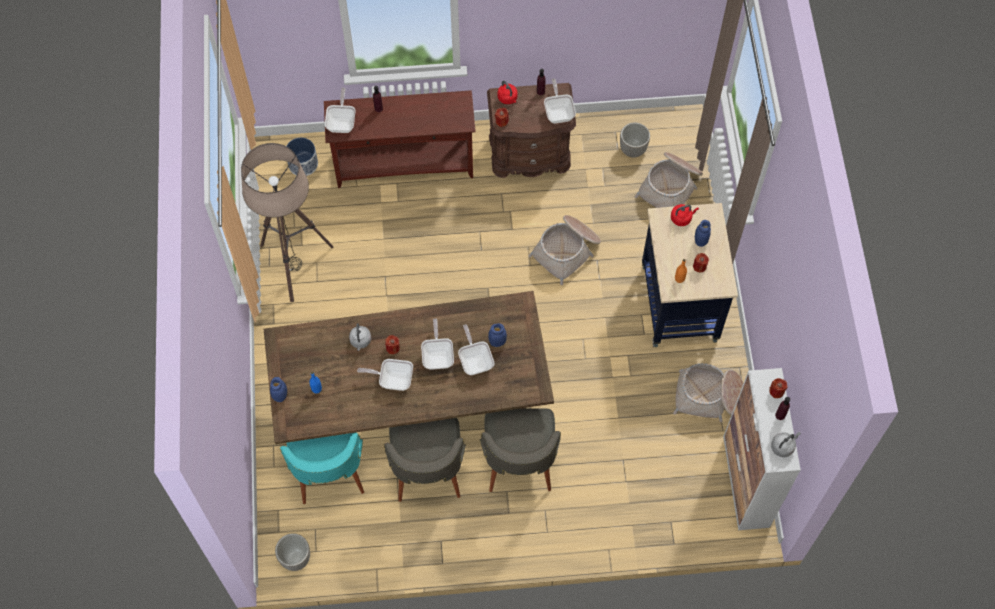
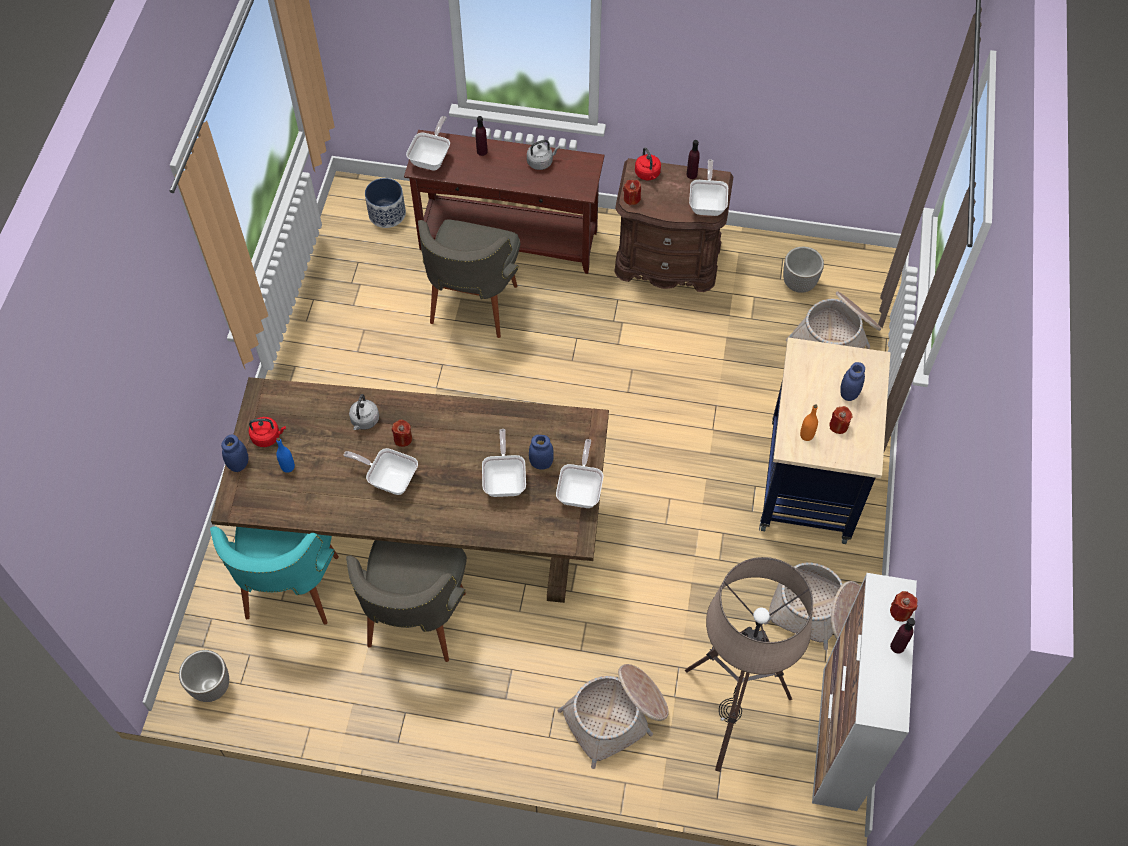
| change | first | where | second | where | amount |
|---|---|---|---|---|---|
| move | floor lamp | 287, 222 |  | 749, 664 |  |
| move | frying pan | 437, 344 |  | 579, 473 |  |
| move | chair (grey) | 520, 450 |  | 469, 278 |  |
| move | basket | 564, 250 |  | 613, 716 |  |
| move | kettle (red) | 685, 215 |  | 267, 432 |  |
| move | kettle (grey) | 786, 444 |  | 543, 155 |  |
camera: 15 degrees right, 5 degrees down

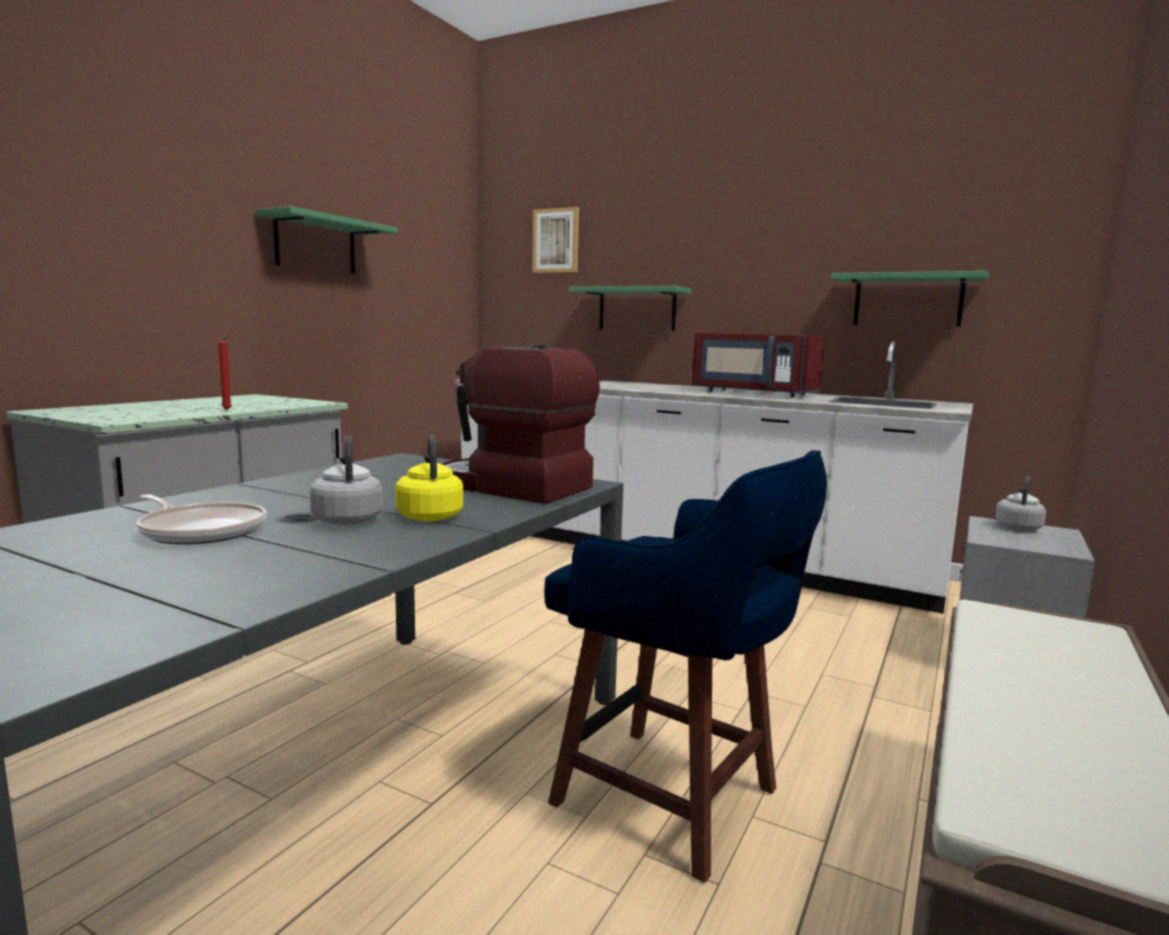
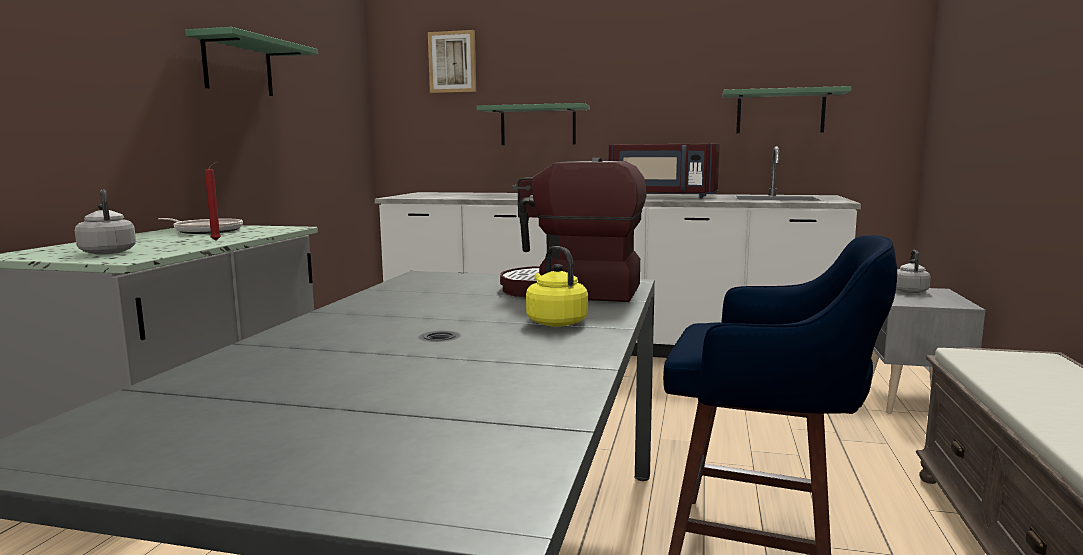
| change | first | where | second | where | amount |
|---|---|---|---|---|---|
| move | frying pan | 201, 519 |  | 200, 226 |  |
| move | kettle (grey) | 346, 480 |  | 105, 222 |  |
camera: 15 degrees left, 0 degrees up

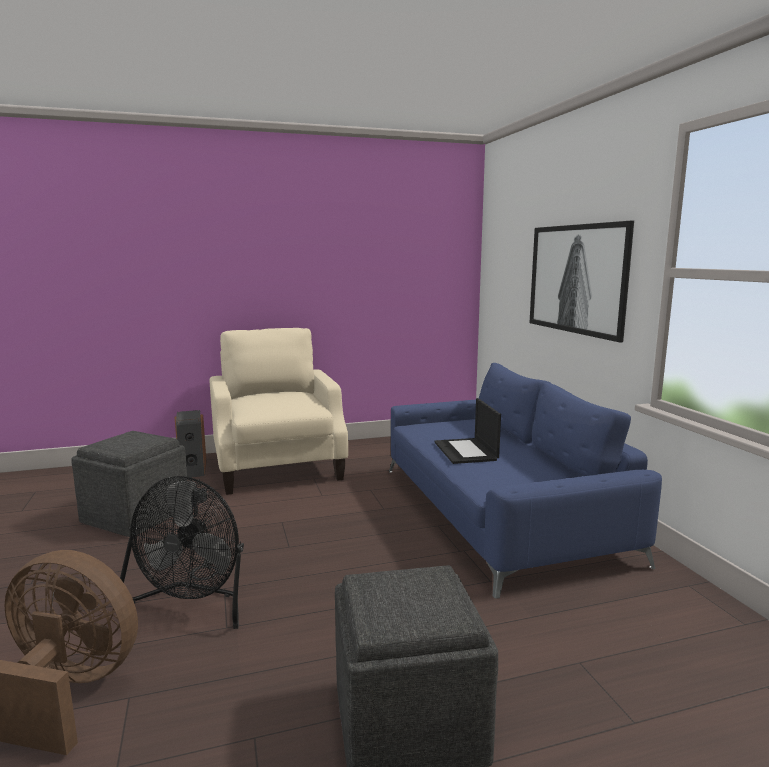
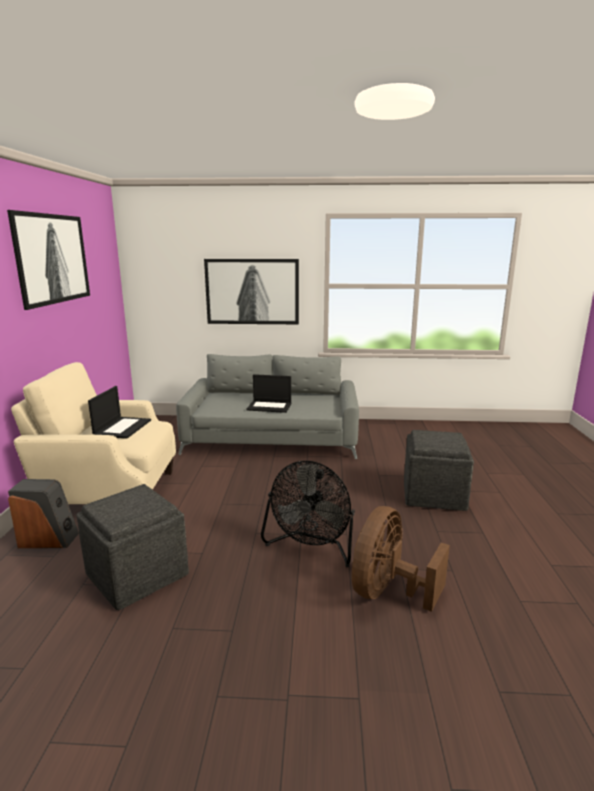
| change | first | where | second | where | amount |
|---|---|---|---|---|---|
| insert |  |  | picture | 48, 260 |  |
| insert |  |  | laptop | 119, 412 |  |
| recolor | sofa (blue) | 525, 481 | sofa (grey) | 267, 406 |  |
| rotate | fan (black) | 182, 552 |  | 308, 514 | 75 degrees clockwise |
camera: 70 degrees left, 5 degrees up

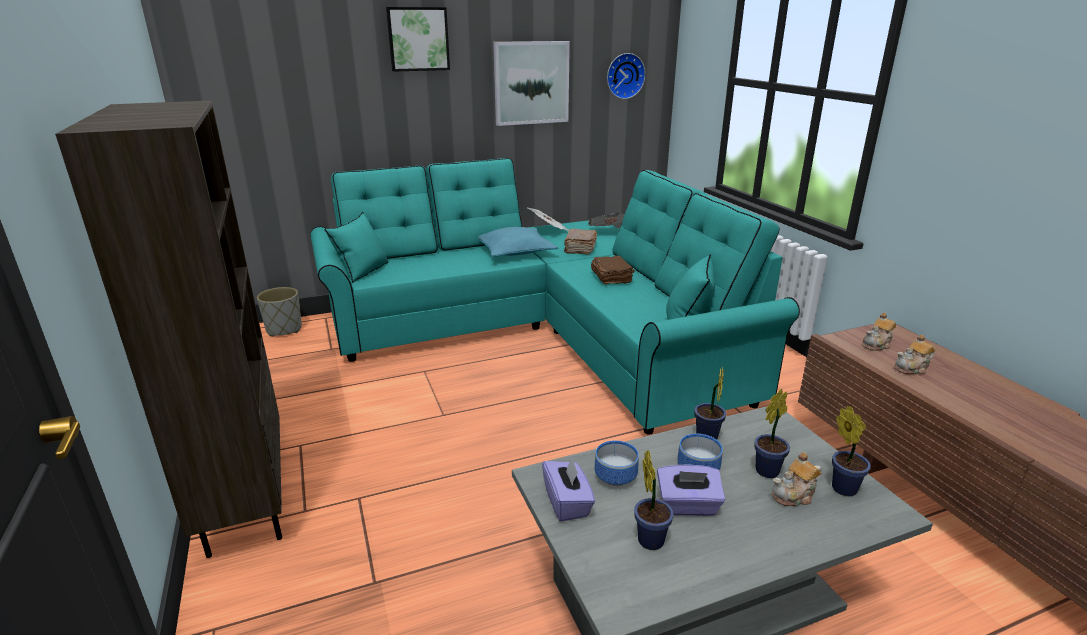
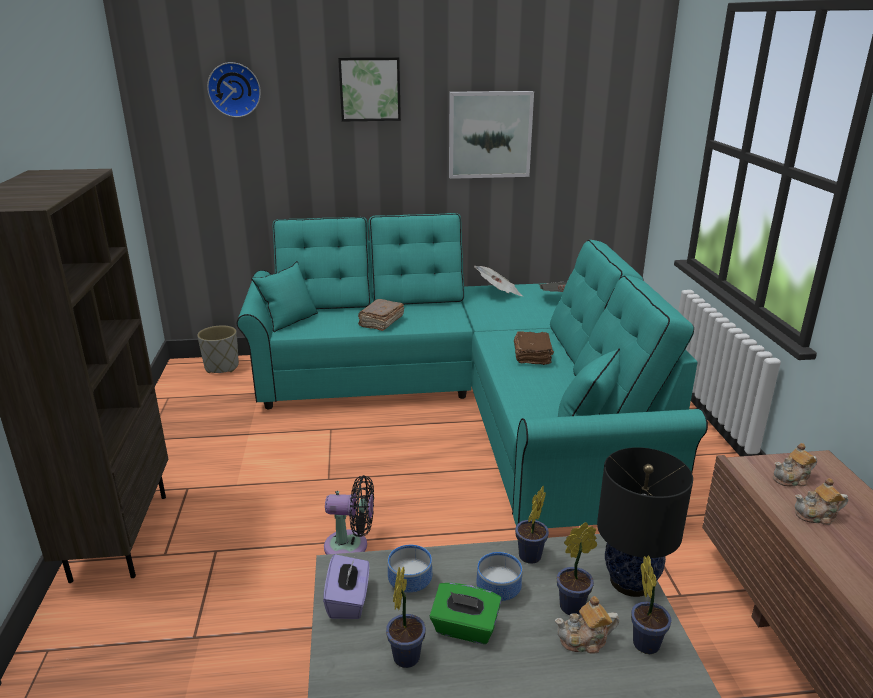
| change | first | where | second | where | amount |
|---|---|---|---|---|---|
| delete | pillow (turquoise) | 518, 242 |  |  |  |
| insert |  |  | fan (black) | 349, 515 |  |
| insert |  |  | table lamp (black) | 645, 522 |  |
| move | book (brown) | 580, 242 |  | 381, 315 |  |
| move | wall clock | 626, 76 |  | 234, 89 |  |
| recolor | tissue box (purple) | 691, 490 | tissue box (green) | 466, 613 |  |
camera: 15 degrees right, 0 degrees up

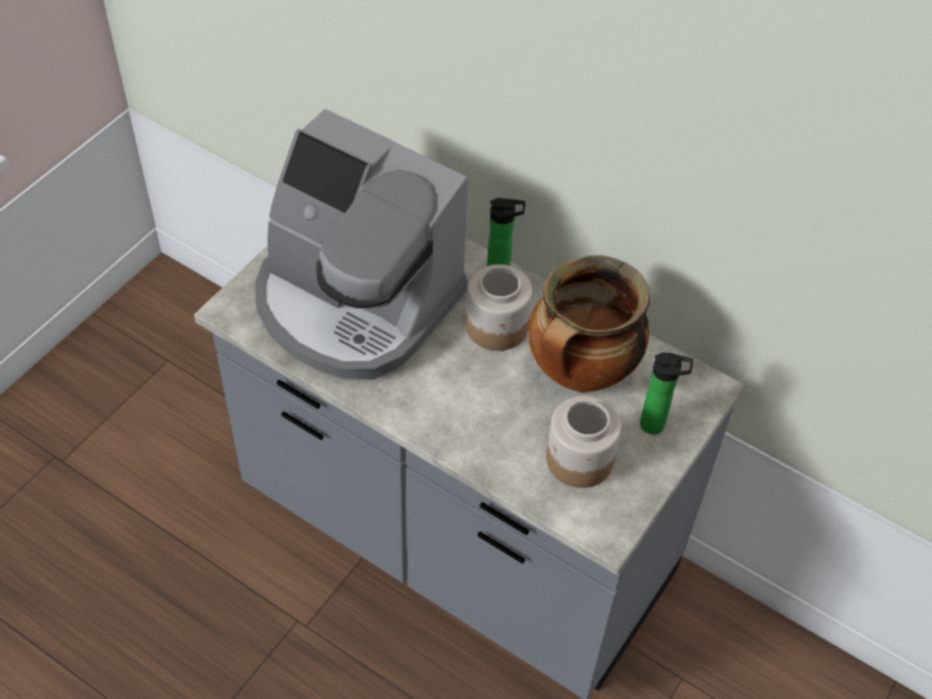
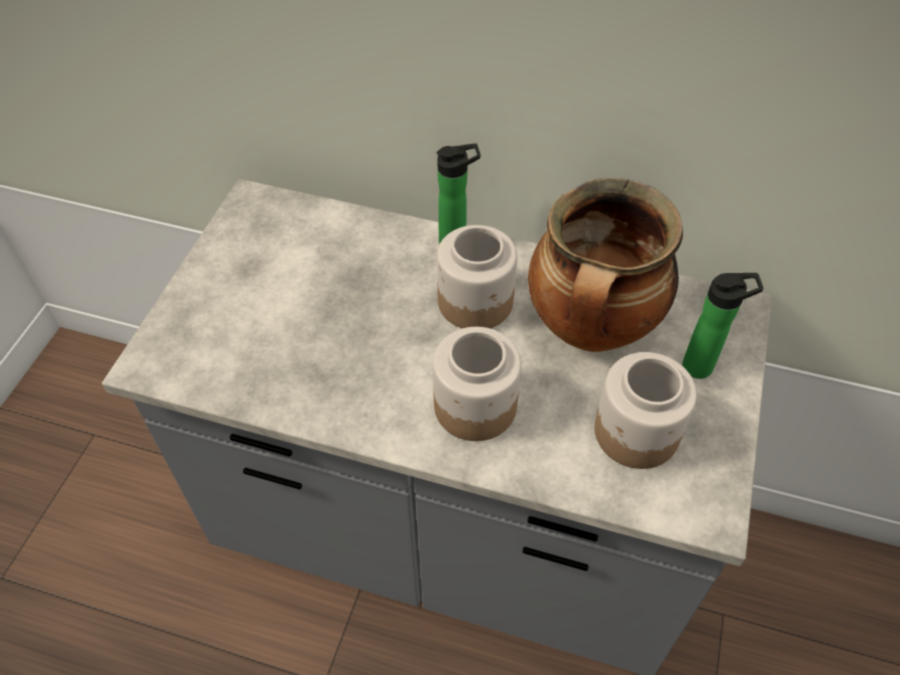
| change | first | where | second | where | amount |
|---|---|---|---|---|---|
| delete | coffee machine | 361, 244 |  |  |  |
| insert |  |  | jar | 477, 384 |  |
camera: 15 degrees left, 0 degrees up

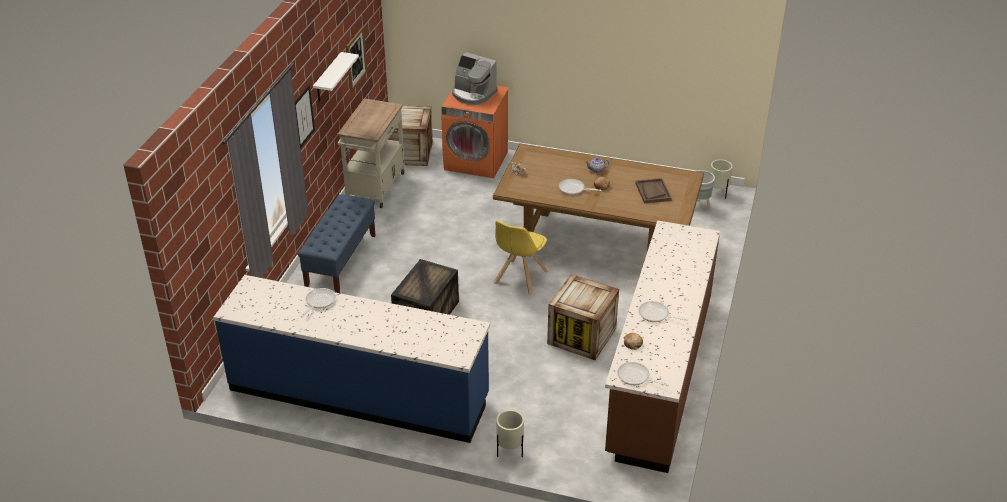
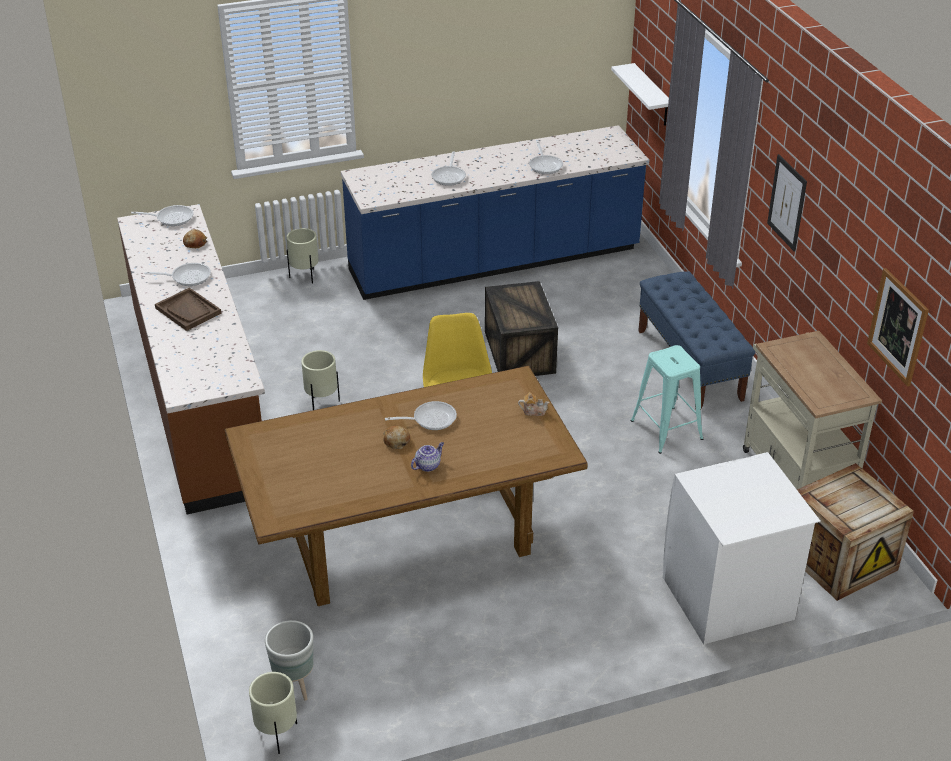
| change | first | where | second | where | amount |
|---|---|---|---|---|---|
| delete | coffee machine | 475, 78 |  |  |  |
| insert |  |  | frying pan | 448, 168 |  |
| insert |  |  | stool (turquoise) | 666, 399 |  |
| move | shelf (white) | 336, 77 |  | 640, 94 |  |
| move | tray (brown) | 653, 190 |  | 188, 309 |  |
| replace | crate | 583, 317 | planter (beige) | 320, 380 |  |
| recolor | washing machine (orange) | 475, 132 | washing machine (white) | 742, 548 |  |
camera: 145 degrees right, 0 degrees up

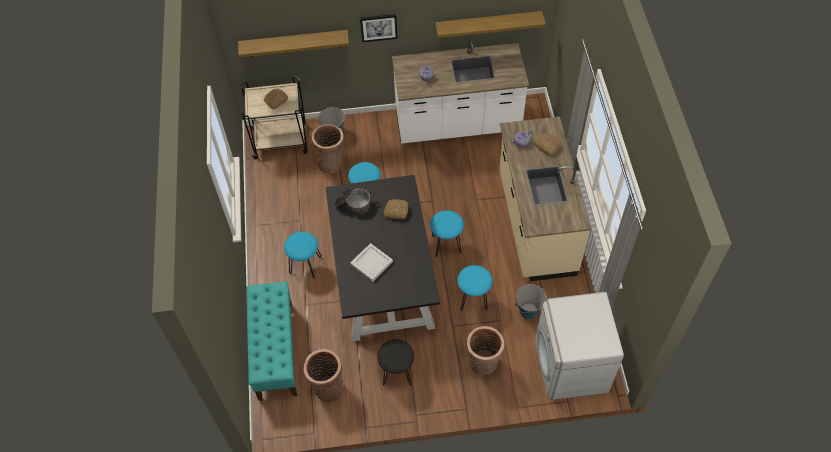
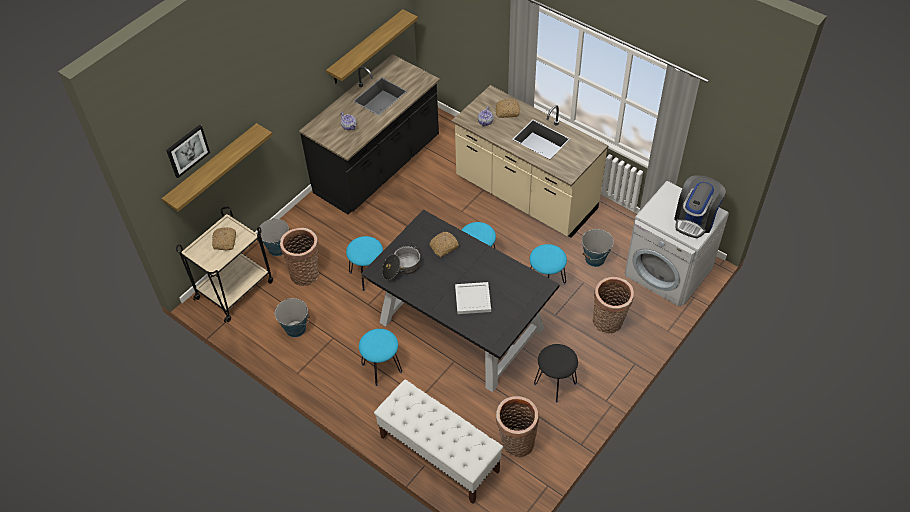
| change | first | where | second | where | amount |
|---|---|---|---|---|---|
| insert |  |  | bucket | 292, 318 |  |
| insert |  |  | coffee machine | 700, 206 |  |
| move | picture | 379, 28 |  | 188, 151 |  |
| recolor | bench (turquoise) | 271, 341 | bench (white) | 438, 441 |  |
| recolor | counter (white) | 460, 90 | counter (black) | 369, 134 |  |
camera: 45 degrees left, 5 degrees down

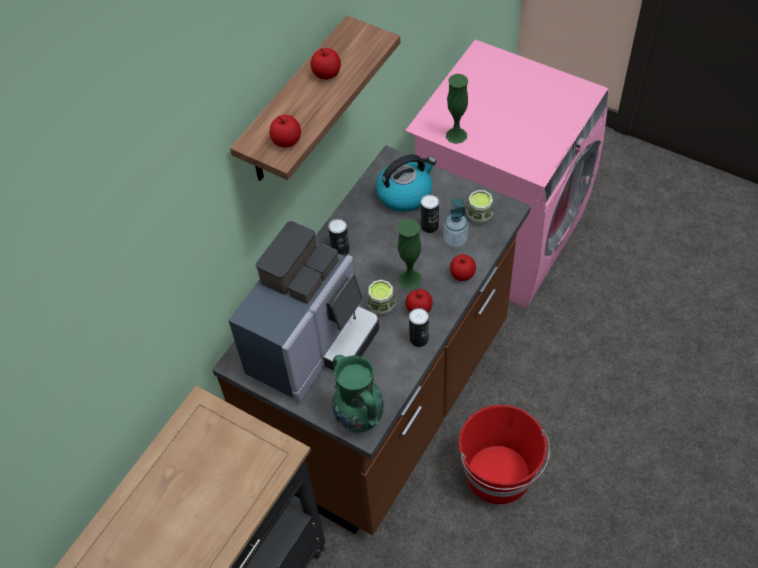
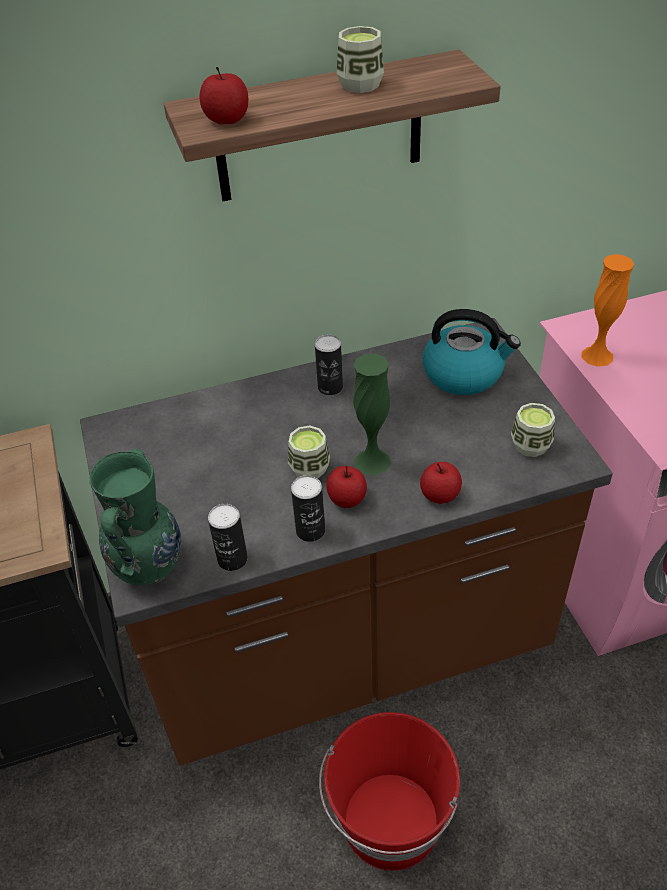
| change | first | where | second | where | amount |
|---|---|---|---|---|---|
| delete | coffee machine | 303, 312 |  |  |  |
| delete | soap dispenser | 456, 222 |  |  |  |
| move | can | 430, 213 |  | 228, 537 |  |
| replace | apple | 326, 64 | cup | 360, 59 |  |
| recolor | vase (green) | 457, 109 | vase (orange) | 608, 310 |  |
camera: 40 degrees right, 10 degrees down

